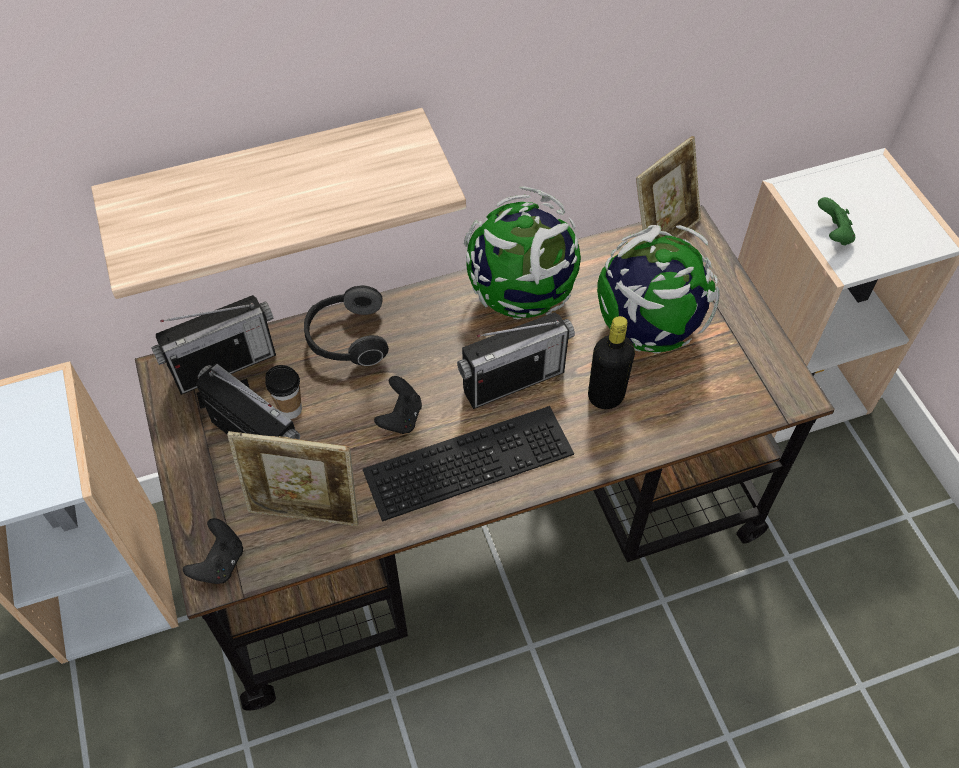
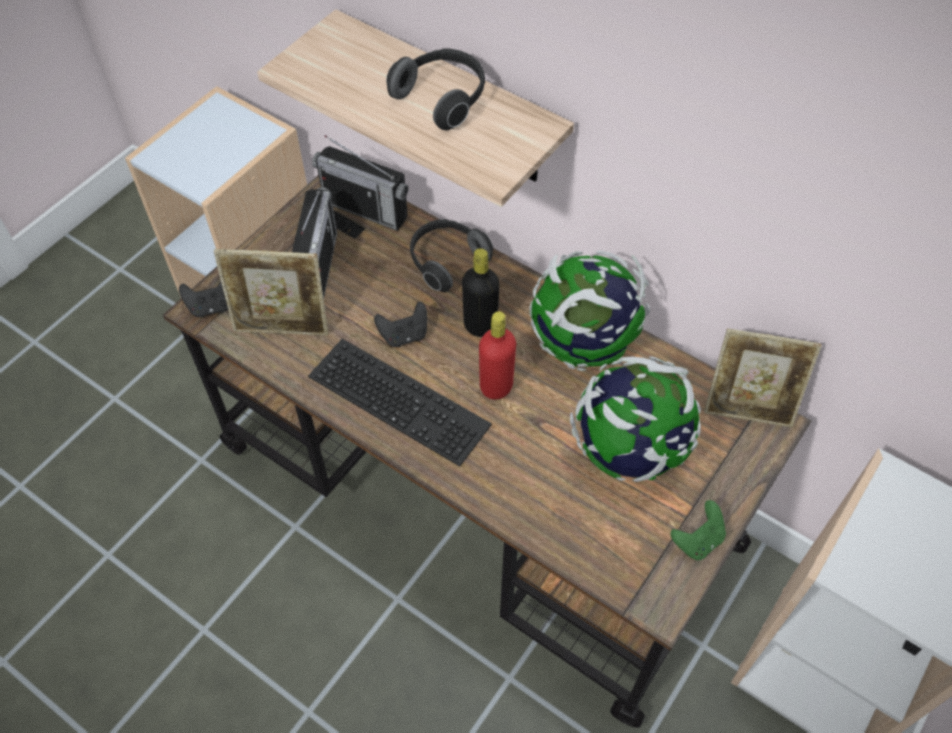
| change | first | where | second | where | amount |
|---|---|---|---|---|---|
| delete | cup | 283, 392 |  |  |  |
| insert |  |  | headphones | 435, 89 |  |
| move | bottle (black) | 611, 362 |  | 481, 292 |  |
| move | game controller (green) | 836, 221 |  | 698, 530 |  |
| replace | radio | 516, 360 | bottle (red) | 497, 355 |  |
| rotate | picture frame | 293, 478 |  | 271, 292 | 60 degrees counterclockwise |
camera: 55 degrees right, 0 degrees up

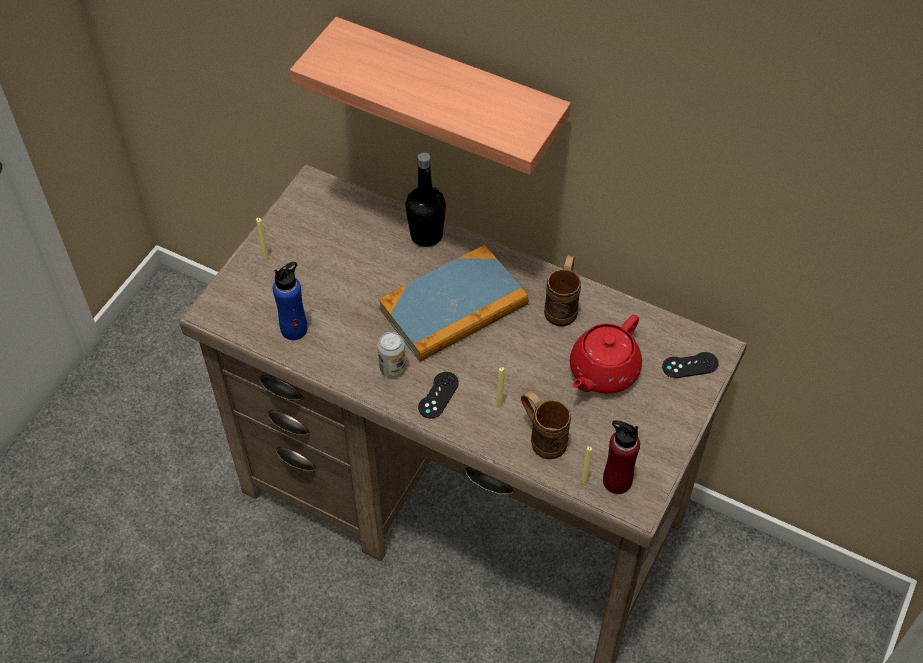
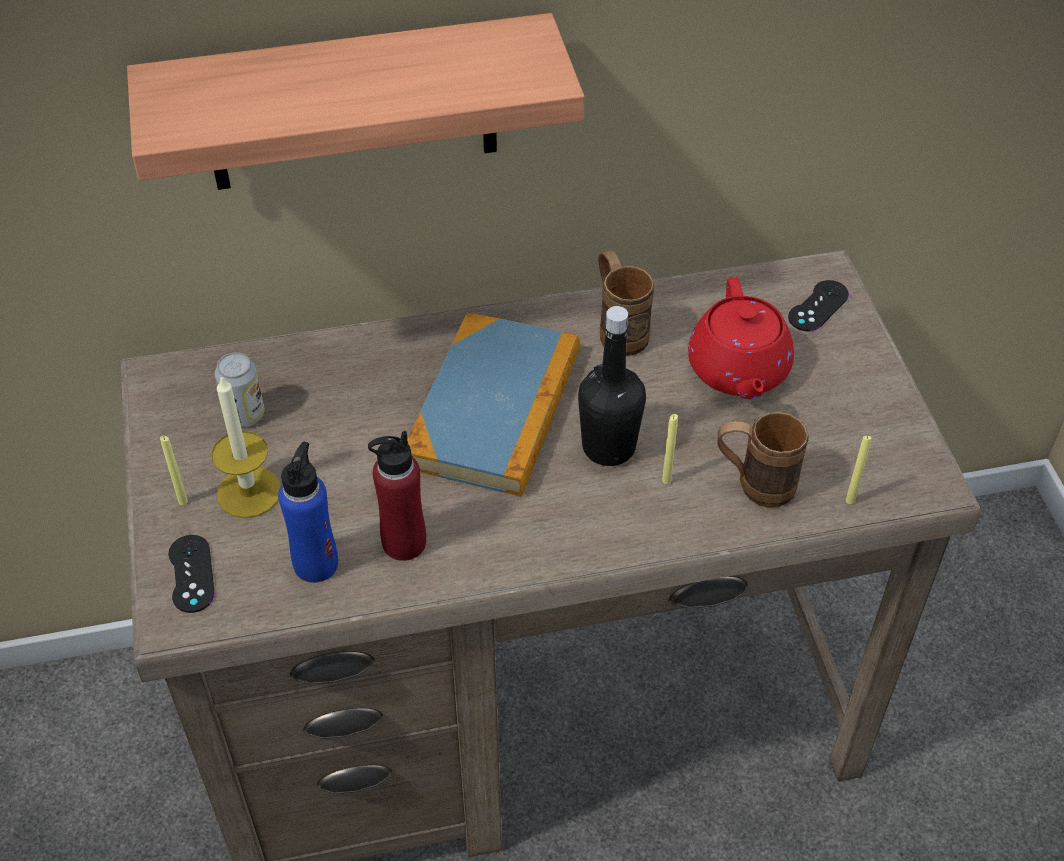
| change | first | where | second | where | amount |
|---|---|---|---|---|---|
| insert |  |  | candle | 246, 446 |  |
| move | can | 391, 355 |  | 239, 389 |  |
| move | bottle (black) | 425, 199 |  | 612, 386 |  |
| move | game controller (black) | 438, 395 |  | 191, 574 |  |
| move | bottle (red) | 621, 457 |  | 397, 496 |  |
camera: 40 degrees left, 5 degrees down

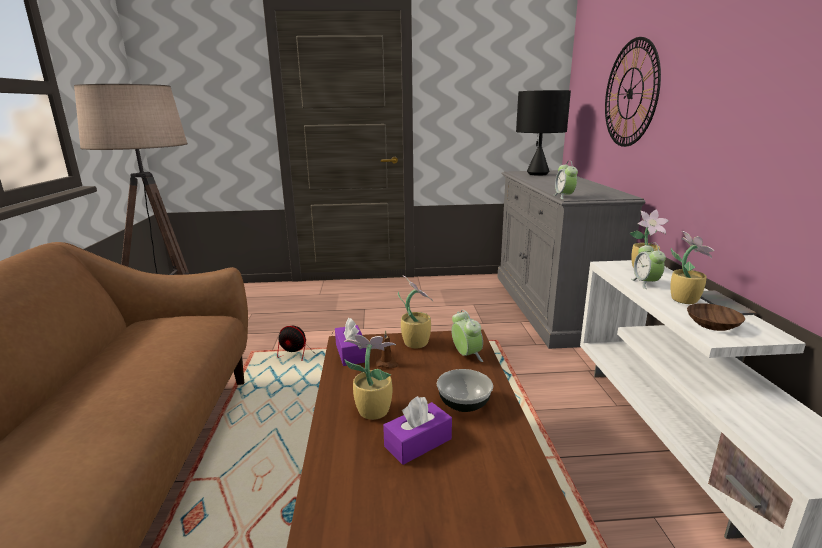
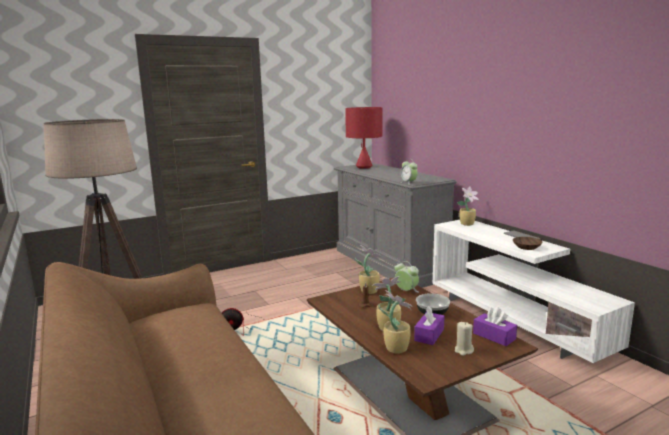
| change | first | where | second | where | amount |
|---|---|---|---|---|---|
| delete | wall clock | 633, 92 |  |  |  |
| delete | alarm clock | 648, 265 |  |  |  |
| insert |  |  | candle (beige) | 464, 339 |  |
| move | tissue box (purple) | 350, 342 |  | 495, 326 |  |
| move | potted plant | 692, 267 |  | 395, 322 |  |
| recolor | table lamp (black) | 543, 133 | table lamp (red) | 363, 138 |  |
camera: 25 degrees left, 5 degrees down

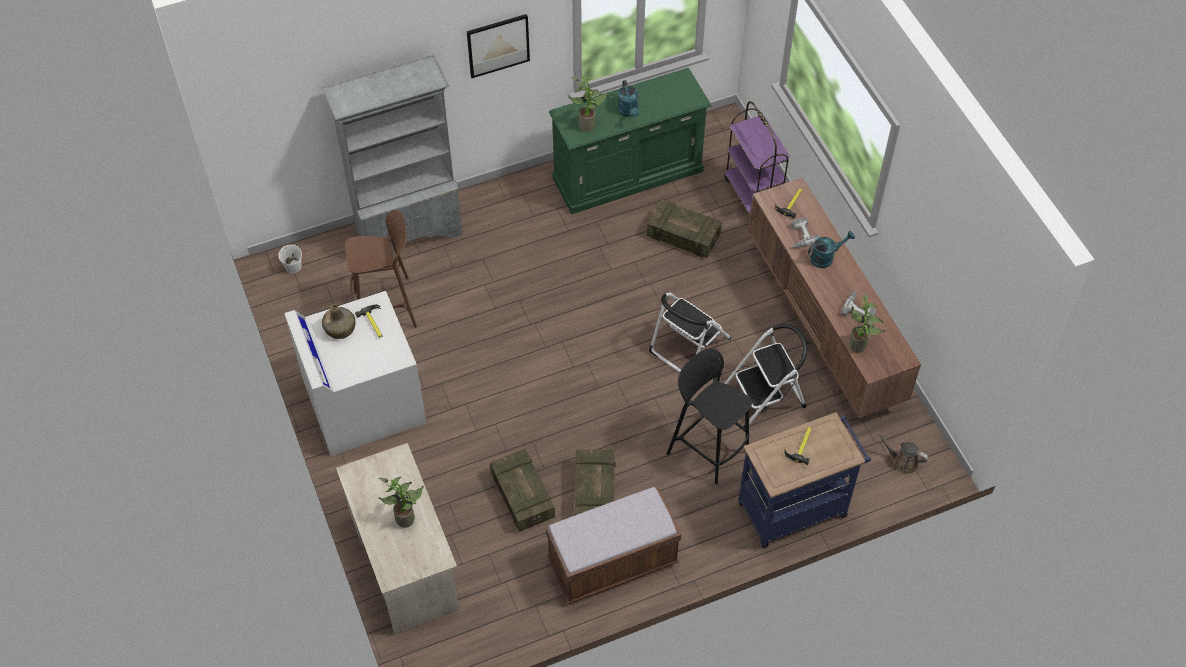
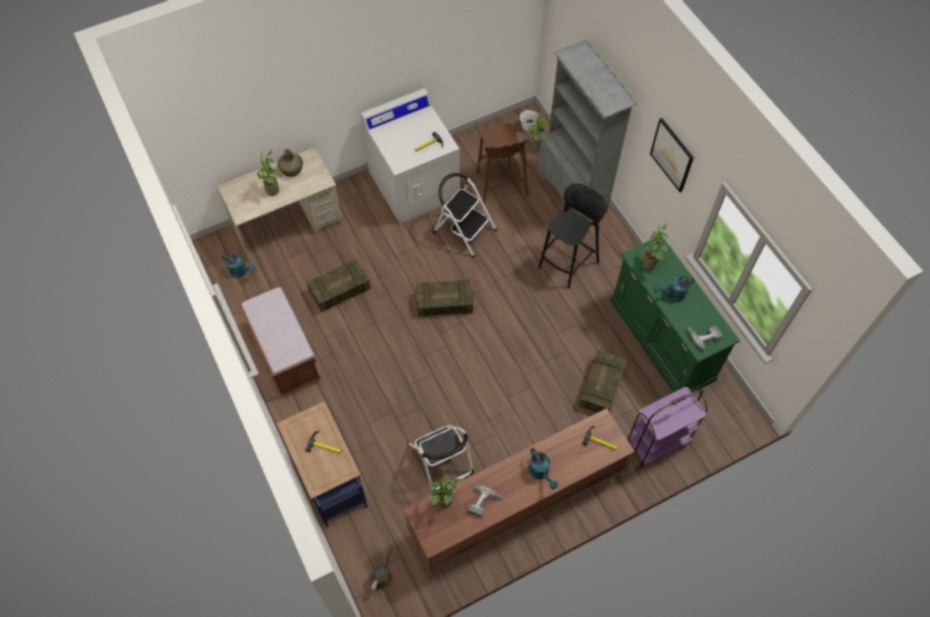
| change | first | where | second | where | amount |
|---|---|---|---|---|---|
| insert |  |  | watering can (turquoise) | 239, 265 |  |
| insert |  |  | potted plant | 540, 132 |  |
| move | bottle (green) | 338, 321 |  | 290, 163 |  |
| move | crate | 595, 482 |  | 444, 298 |  |
| move | step ladder | 690, 333 |  | 465, 215 |  |
| move | stool (black) | 709, 416 |  | 572, 236 |  |
| move | power drill | 805, 232 |  | 704, 338 |  |
camera: 85 degrees right, 5 degrees up

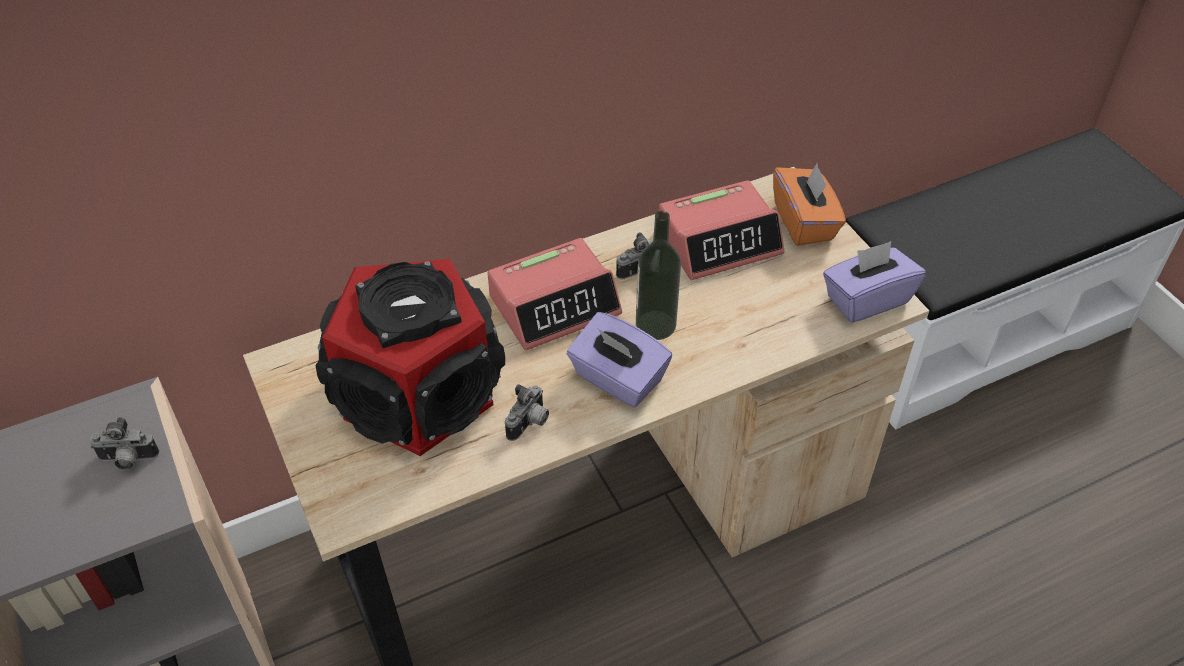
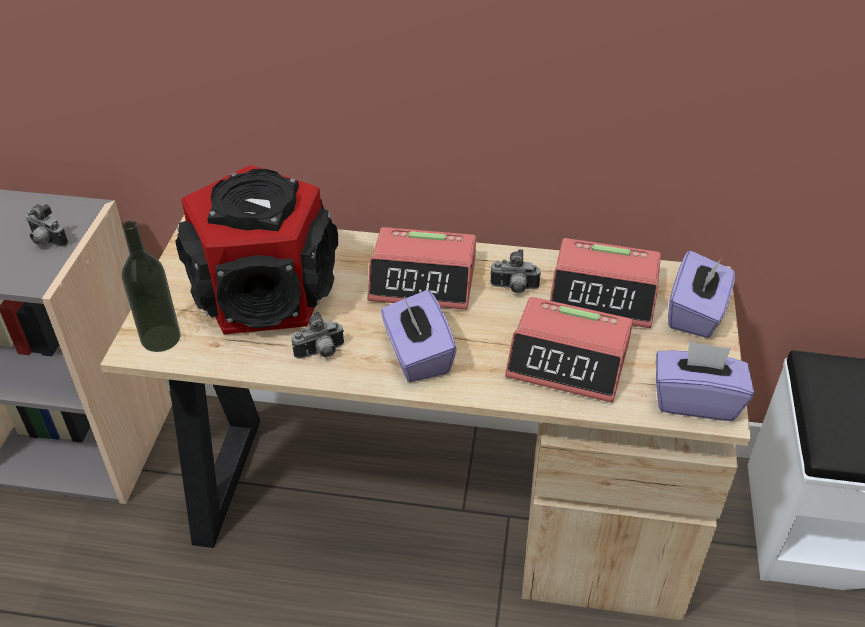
| change | first | where | second | where | amount |
|---|---|---|---|---|---|
| insert |  |  | alarm clock | 569, 350 |  |
| move | bottle | 658, 275 |  | 151, 286 |  |
| recolor | tissue box (orange) | 809, 204 | tissue box (purple) | 701, 294 |  |
camera: 35 degrees right, 5 degrees down

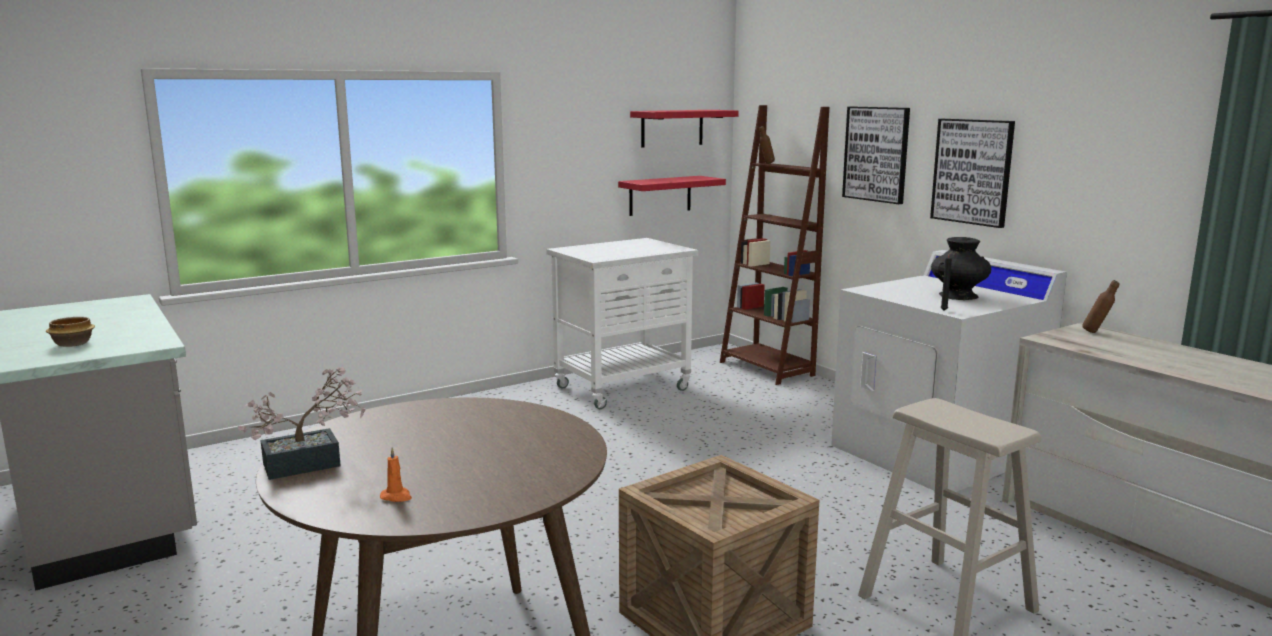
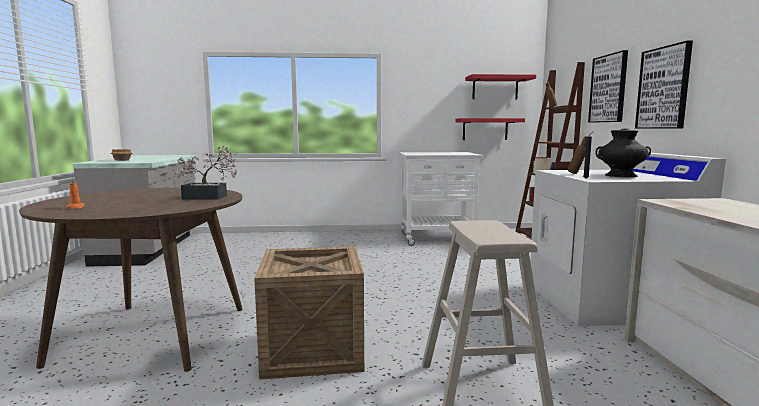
| change | first | where | second | where | amount |
|---|---|---|---|---|---|
| move | potted plant | 301, 423 |  | 204, 173 |  |
| move | bottle (brown) | 1101, 306 |  | 577, 155 |  |
camera: 30 degrees right, 5 degrees down

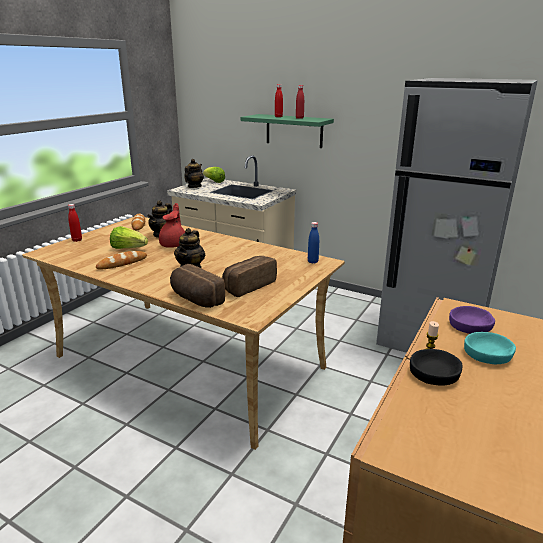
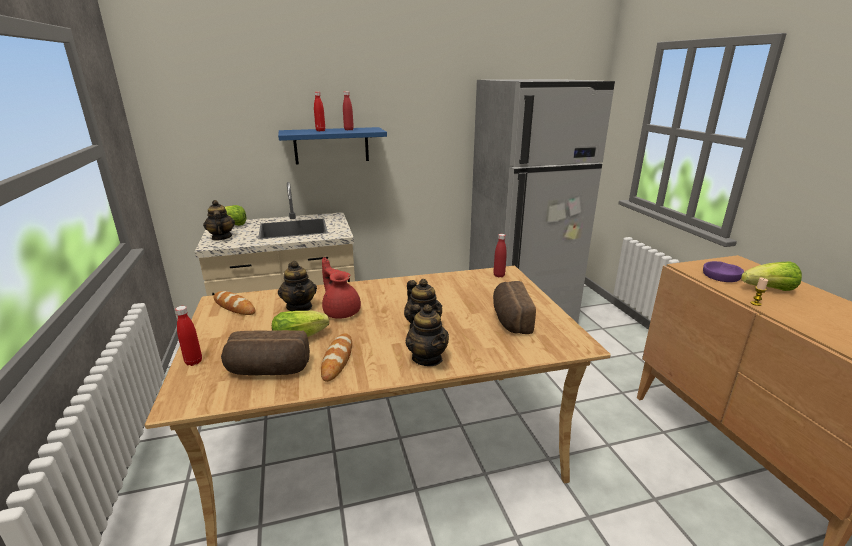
| change | first | where | second | where | amount |
|---|---|---|---|---|---|
| delete | bowl (black) | 436, 367 |  |  |  |
| insert |  |  | teapot | 427, 335 |  |
| move | bread | 197, 286 |  | 265, 352 |  |
| replace | bowl (turquoise) | 490, 348 | lettuce | 771, 276 |  |
| recolor | shelf (green) | 287, 131 | shelf (blue) | 332, 146 |  |
| recolor | bottle (blue) | 313, 243 | bottle (red) | 500, 255 |  |
camera: 45 degrees left, 0 degrees up

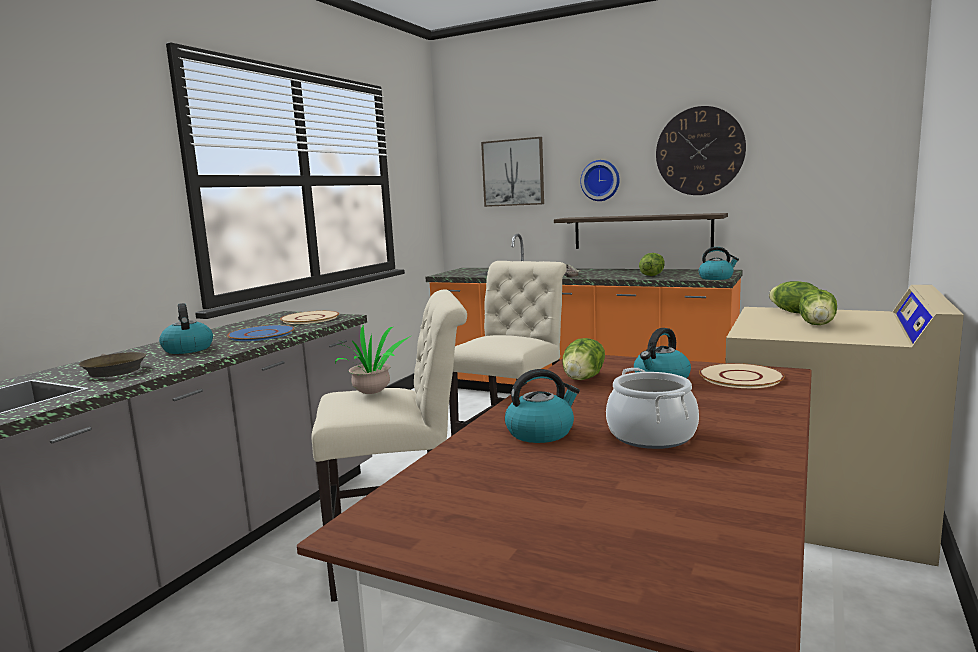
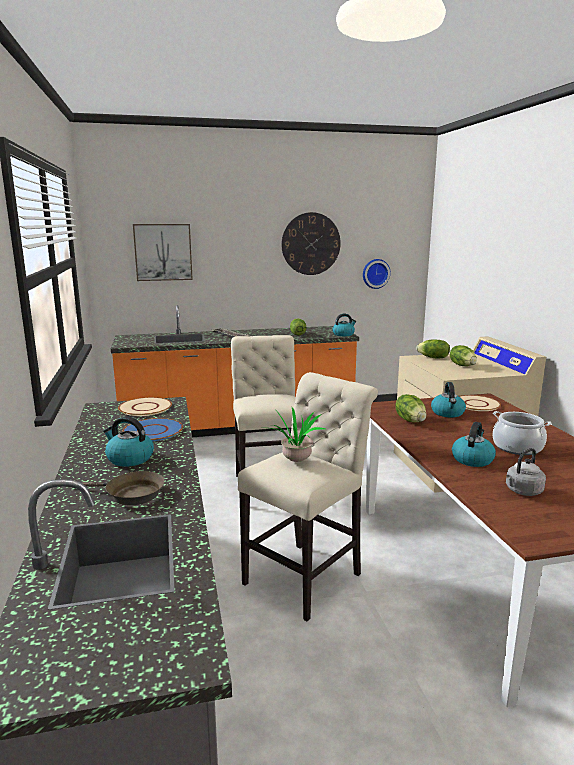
| change | first | where | second | where | amount |
|---|---|---|---|---|---|
| delete | shelf | 641, 231 |  |  |  |
| insert |  |  | kettle (grey) | 526, 472 |  |
| move | wall clock | 600, 180 |  | 376, 274 |  |
camera: 40 degrees left, 5 degrees up

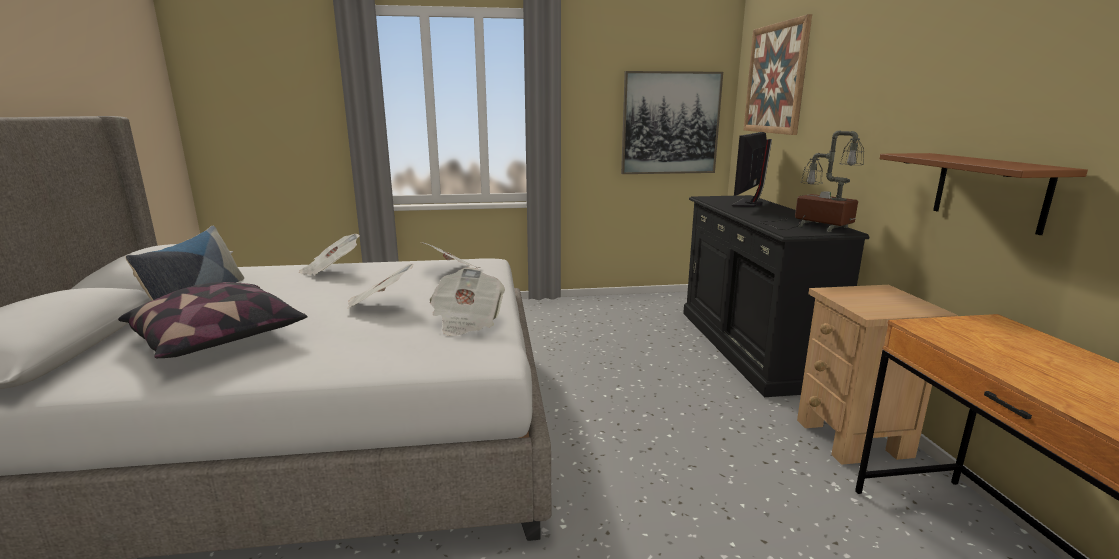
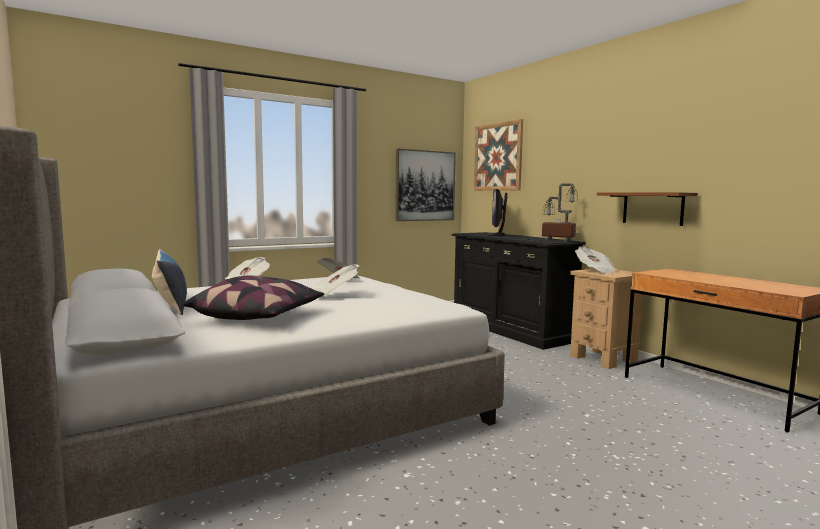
| change | first | where | second | where | amount |
|---|---|---|---|---|---|
| move | newspaper | 467, 301 |  | 596, 260 |  |
camera: 25 degrees left, 10 degrees down

